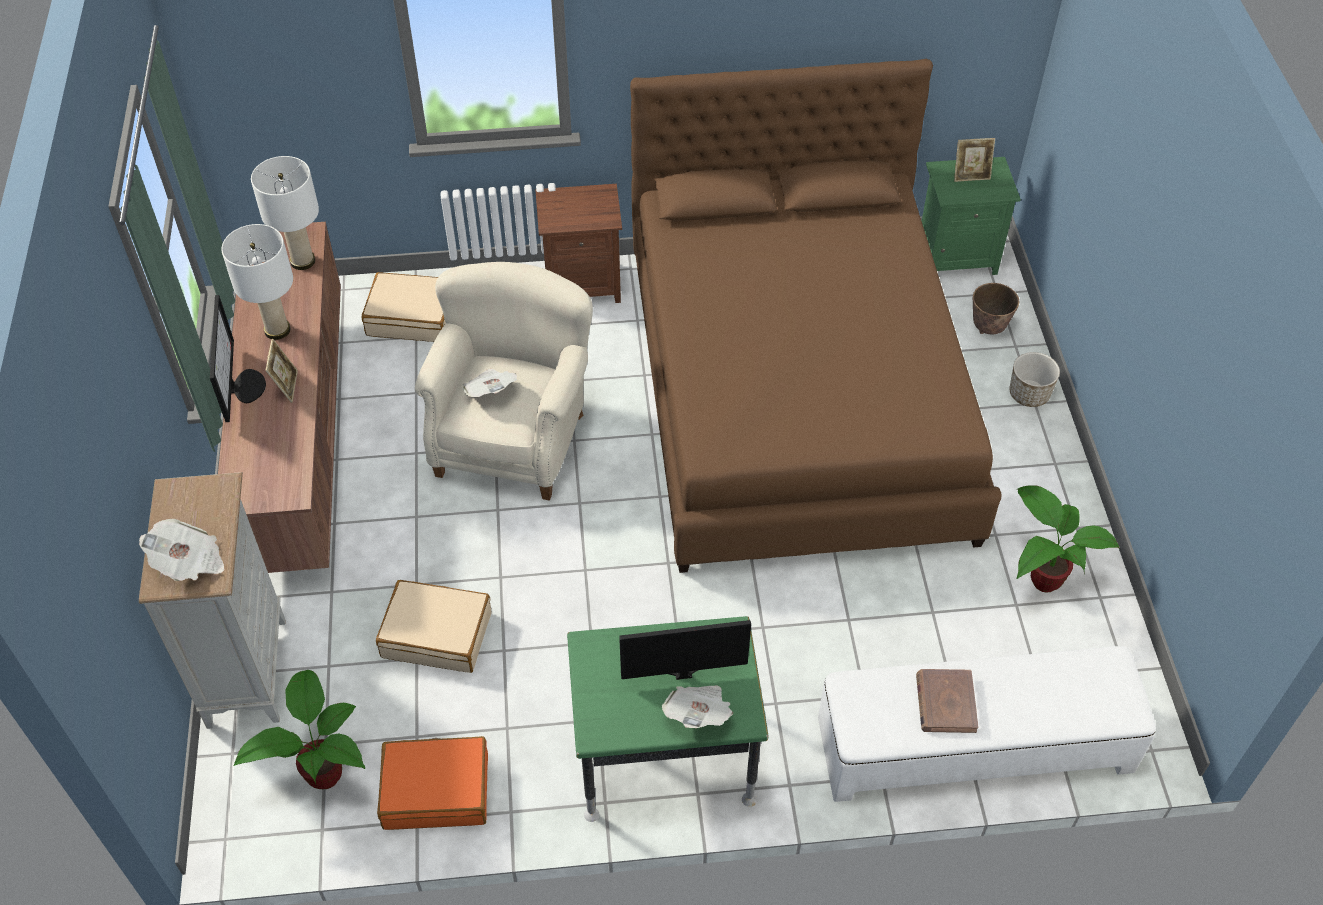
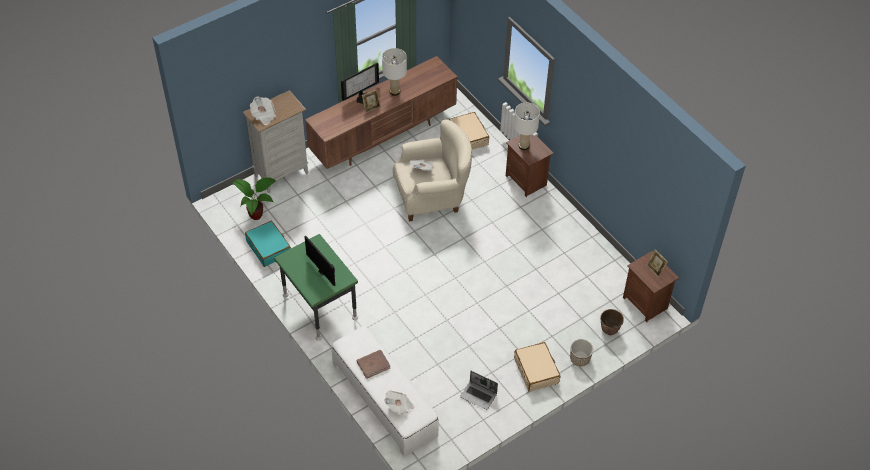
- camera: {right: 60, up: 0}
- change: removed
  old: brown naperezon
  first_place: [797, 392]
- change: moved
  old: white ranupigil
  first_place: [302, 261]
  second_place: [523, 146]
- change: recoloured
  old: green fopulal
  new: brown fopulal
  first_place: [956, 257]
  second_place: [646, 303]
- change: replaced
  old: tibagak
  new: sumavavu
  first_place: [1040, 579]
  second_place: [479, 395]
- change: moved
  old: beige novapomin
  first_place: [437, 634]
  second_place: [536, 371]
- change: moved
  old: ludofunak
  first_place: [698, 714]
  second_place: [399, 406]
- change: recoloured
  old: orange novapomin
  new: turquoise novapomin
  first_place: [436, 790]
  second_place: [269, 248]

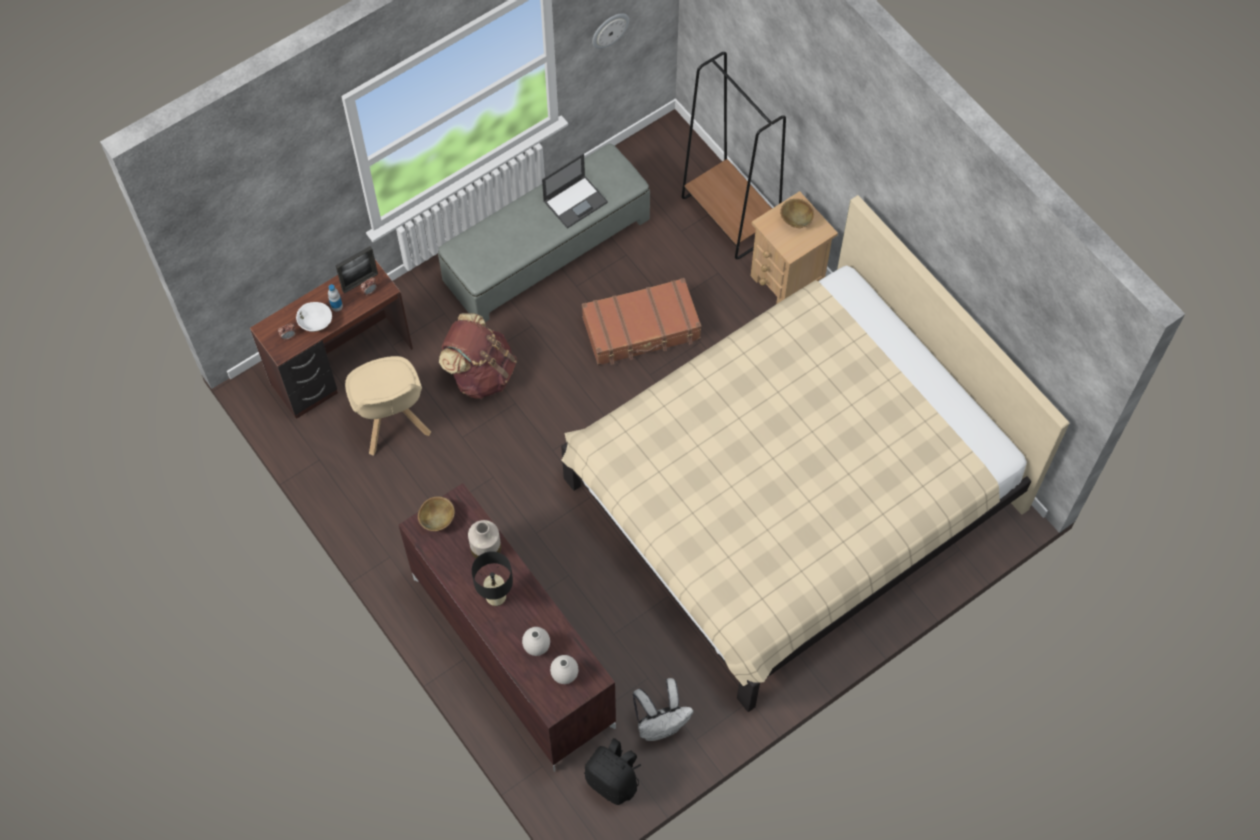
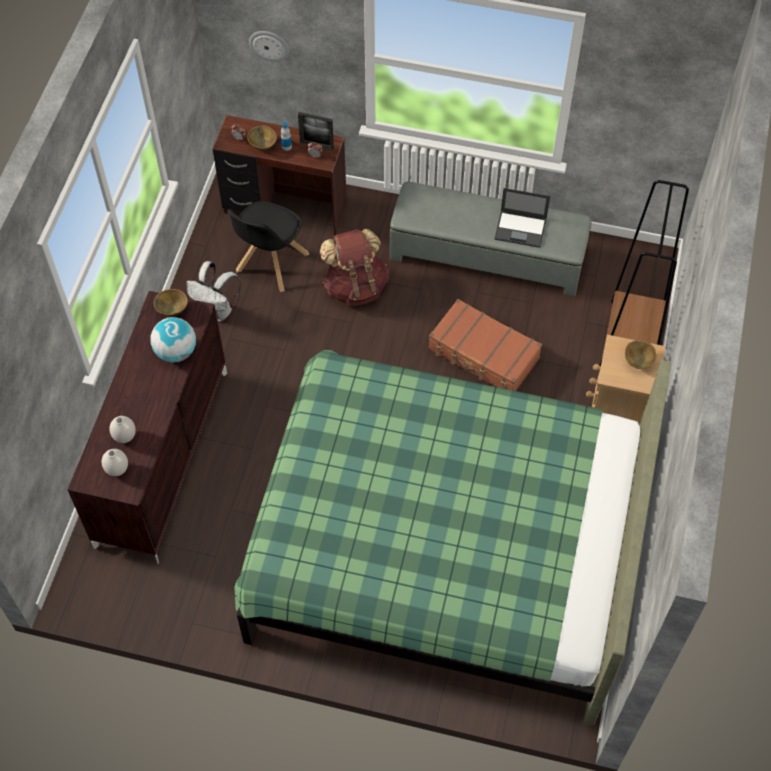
- camera: {right: 50, up: -5}
- change: moved
  old: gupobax
  first_place: [609, 30]
  second_place: [269, 45]
- change: recoloured
  old: beige naperezon
  new: green naperezon
  first_place: [792, 494]
  second_place: [446, 545]
- change: recoloured
  old: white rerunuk
  new: brown rerunuk
  first_place: [316, 323]
  second_place: [263, 145]
- change: recoloured
  old: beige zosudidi
  new: black zosudidi
  first_place: [392, 422]
  second_place: [270, 265]
- change: replaced
  old: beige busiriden
  new: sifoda
  first_place: [485, 547]
  second_place: [176, 352]
- change: removed
  old: black ranupigil
  first_place: [496, 597]
- change: moved
  old: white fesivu
  first_place: [660, 724]
  second_place: [217, 310]
- change: removed
  old: black fesivu
  first_place: [613, 780]

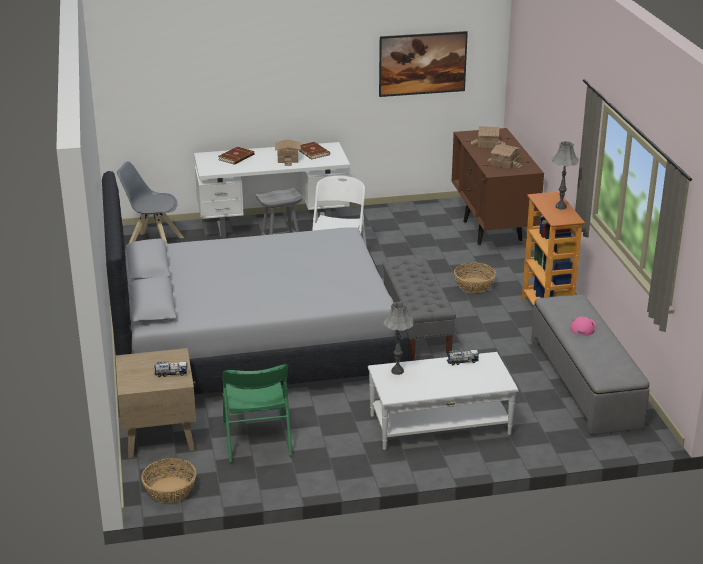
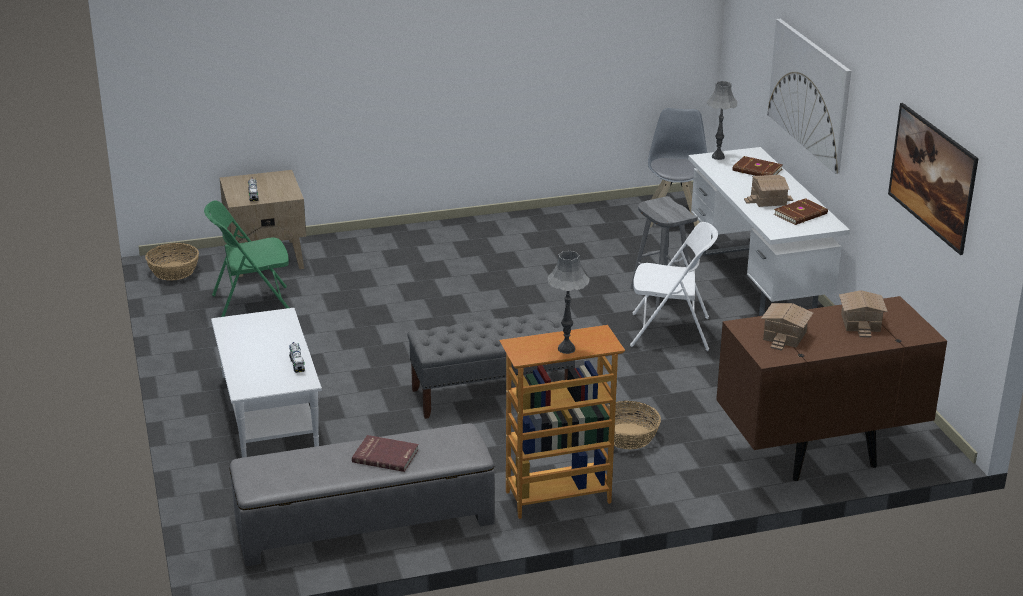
- camera: {right: 85, up: 0}
- change: removed
  old: grey naperezon
  first_place: [254, 346]
- change: moved
  old: grey ranupigil
  first_place: [397, 371]
  second_place: [718, 157]
- change: replaced
  old: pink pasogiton
  new: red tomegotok
  first_place: [583, 327]
  second_place: [385, 455]
- change: added
  new: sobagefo
  second_place: [809, 93]

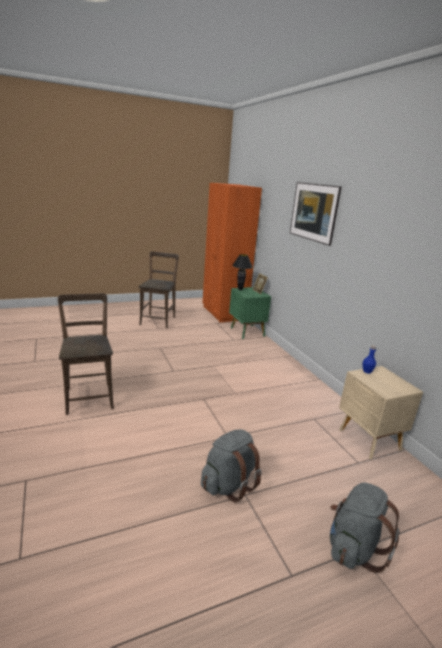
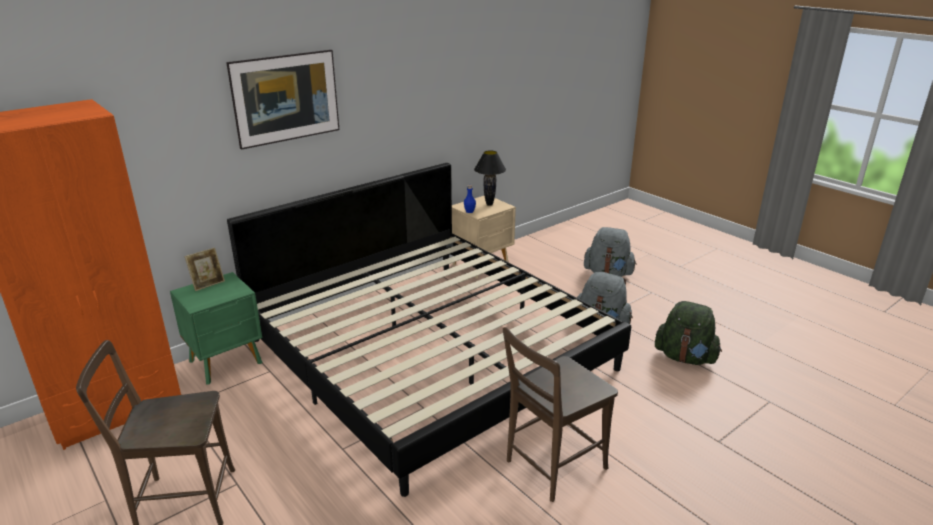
- camera: {right: -105, up: 5}
- change: moved
  old: black ranupigil
  first_place: [240, 289]
  second_place: [489, 204]
- change: added
  new: naperezon
  second_place: [430, 353]
- change: added
  new: green fesivu
  second_place: [685, 357]

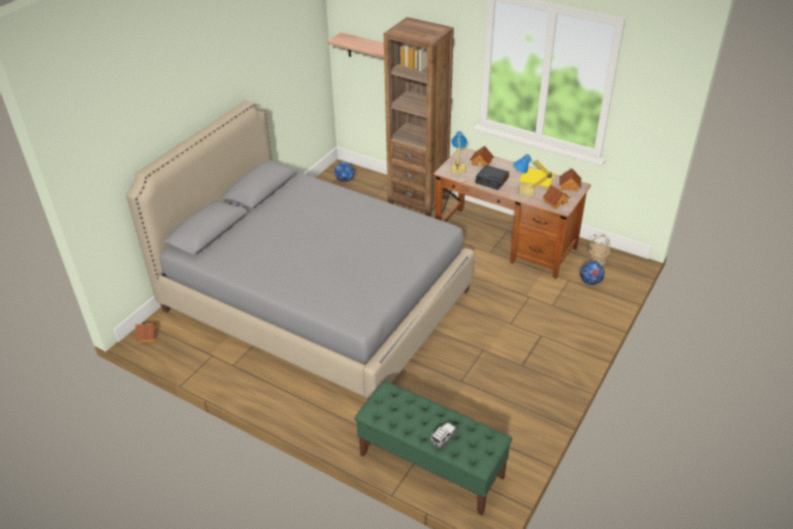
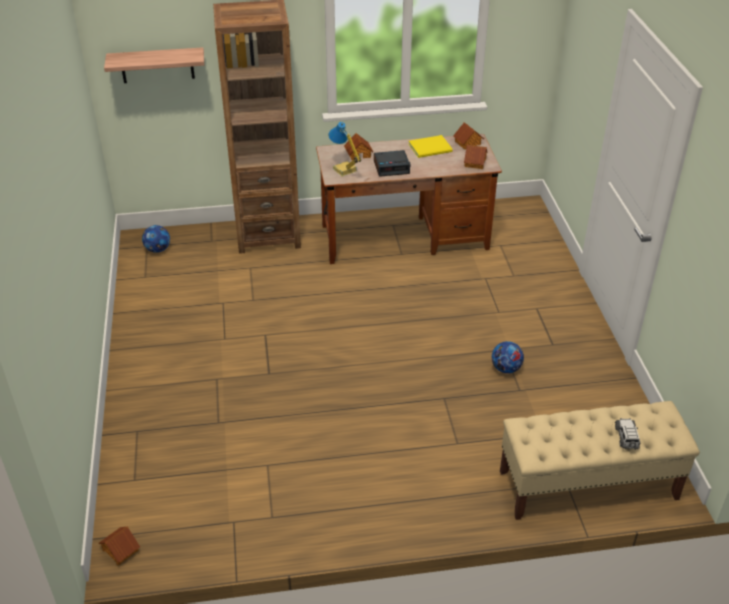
- camera: {right: -40, up: 0}
- change: removed
  old: grey naperezon
  first_place: [316, 300]
- change: removed
  old: ranupigil
  first_place: [526, 192]
- change: removed
  old: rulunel
  first_place: [597, 260]
- change: moved
  old: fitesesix
  first_place: [590, 282]
  second_place: [506, 368]
- change: recoloured
  old: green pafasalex
  new: beige pafasalex
  first_place: [430, 465]
  second_place: [587, 485]

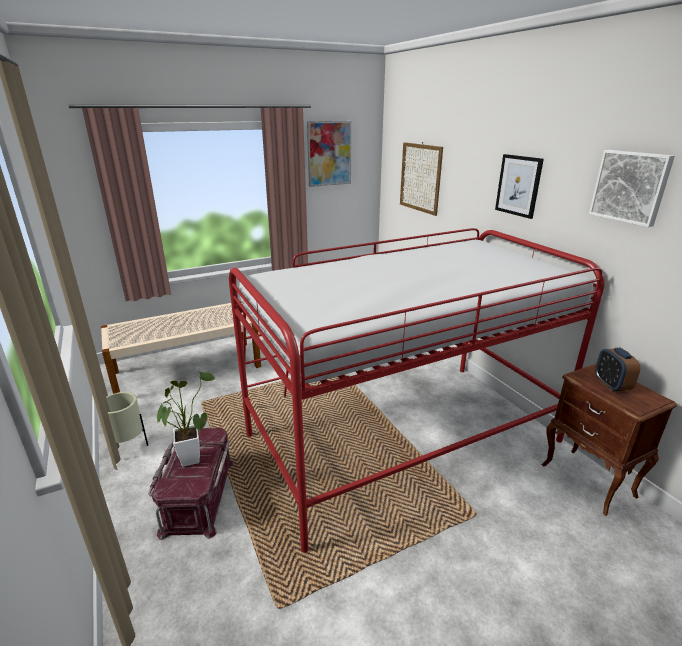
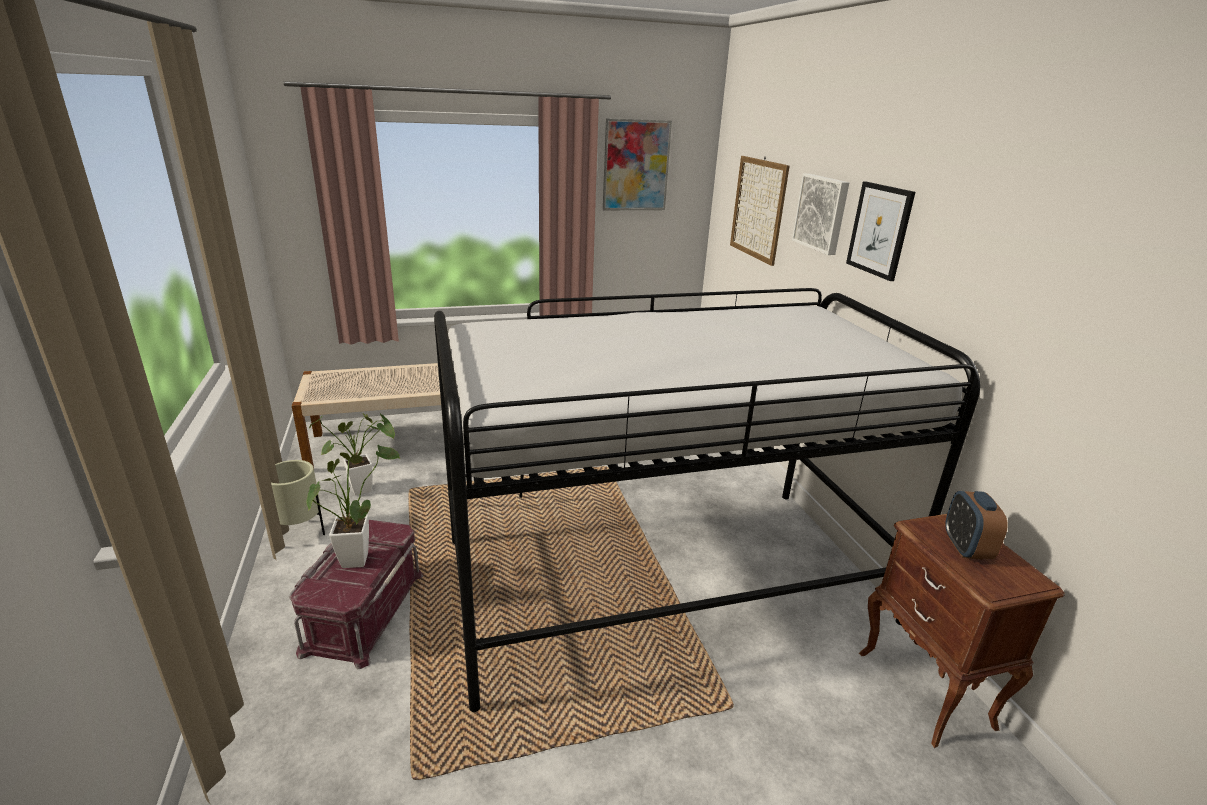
- camera: {right: 10, up: 0}
- change: moved
  old: sobagefo
  first_place: [630, 187]
  second_place: [822, 213]
- change: recoloured
  old: red naperezon
  new: black naperezon
  first_place: [398, 437]
  second_place: [657, 577]
- change: added
  new: tibagak
  second_place: [367, 488]

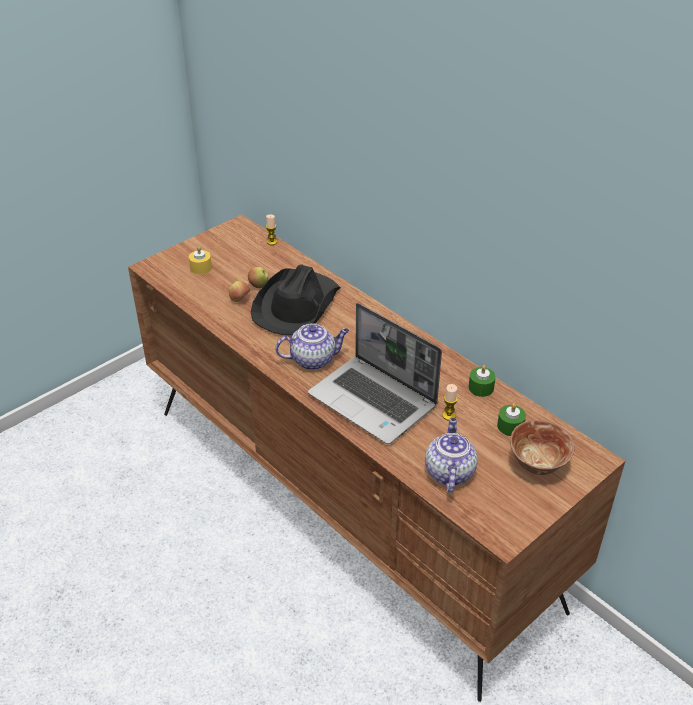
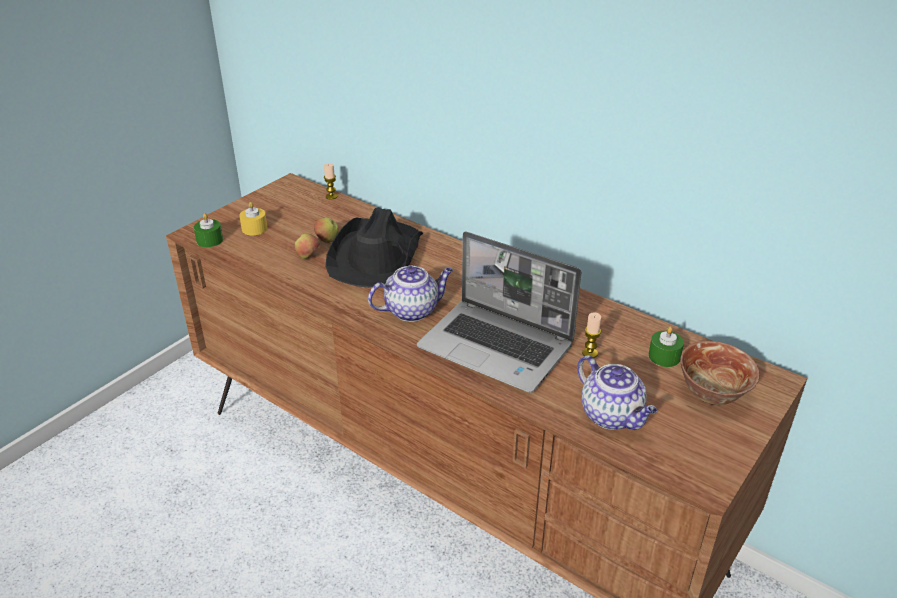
- camera: {right: -10, up: -5}
- change: moved
  old: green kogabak
  first_place: [481, 388]
  second_place: [210, 240]
- change: turned
  old: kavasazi
  first_place: [449, 472]
  second_place: [612, 416]
  degrees: 150

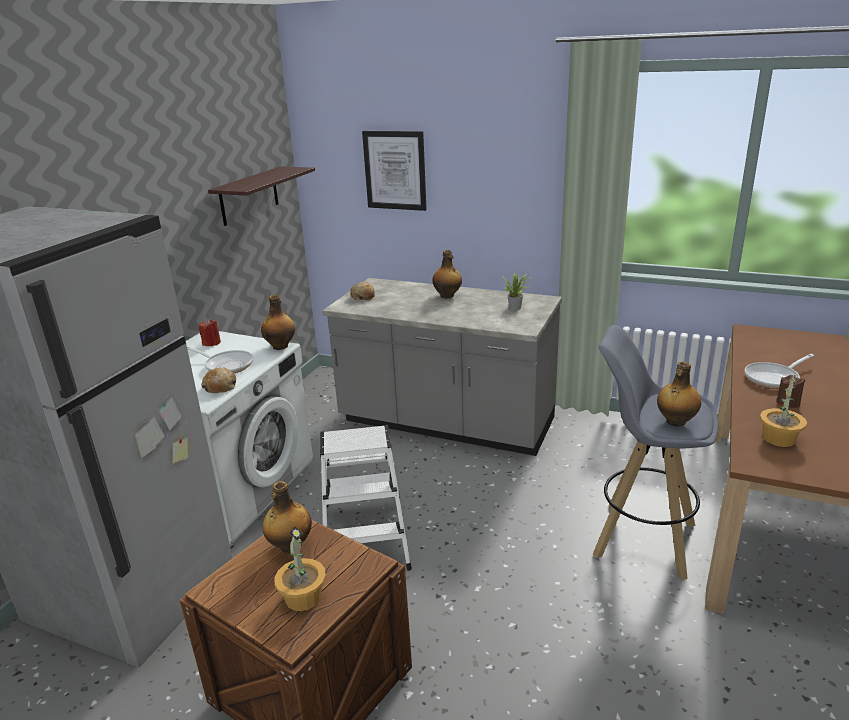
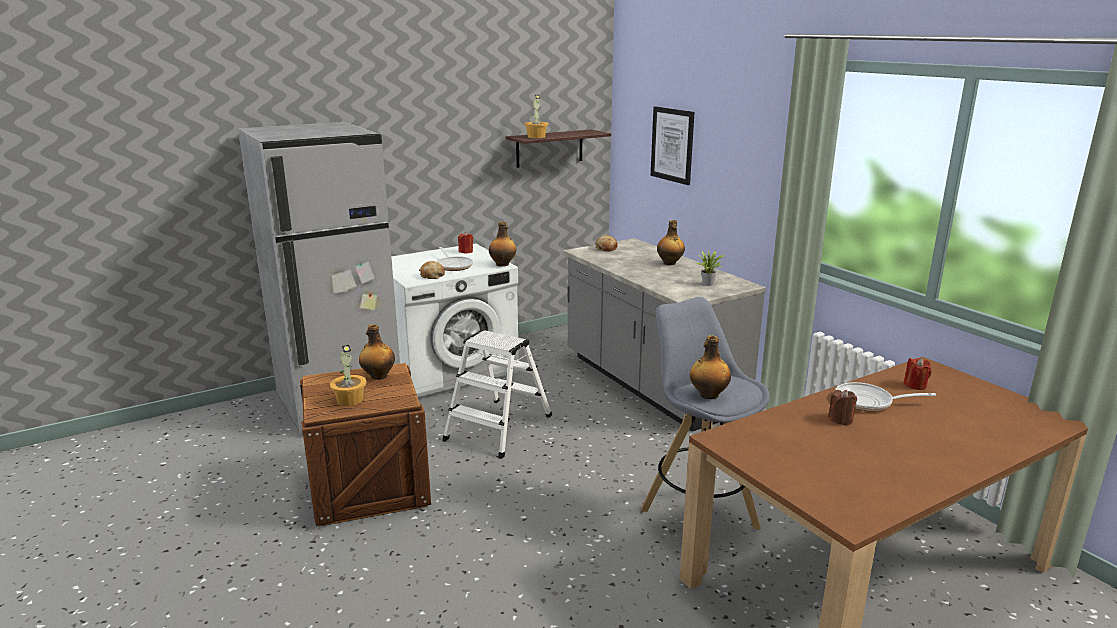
- camera: {right: 35, up: -5}
- change: moved
  old: tibagak
  first_place: [778, 438]
  second_place: [536, 137]
- change: added
  new: red kogabak
  second_place: [915, 385]

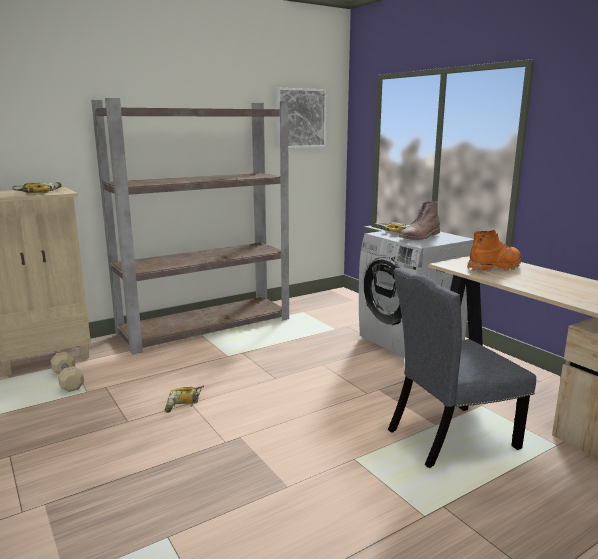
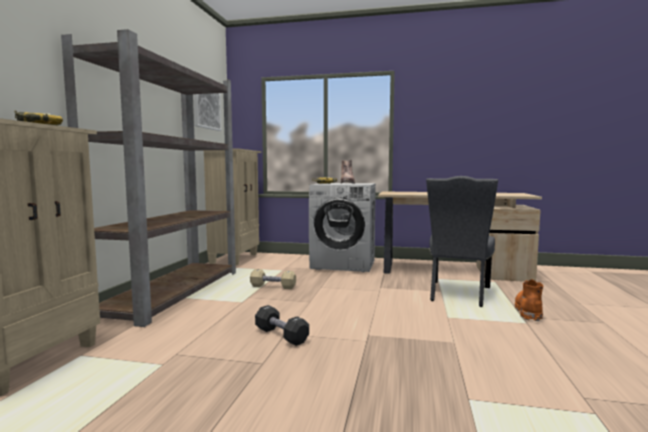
- camera: {right: -45, up: -10}
- change: moved
  old: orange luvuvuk
  first_place: [494, 267]
  second_place: [529, 312]
- change: moved
  old: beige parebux
  first_place: [68, 380]
  second_place: [273, 287]
- change: replaced
  old: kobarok
  new: black parebux
  first_place: [184, 403]
  second_place: [281, 335]
- change: added
  new: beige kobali
  second_place: [235, 259]

